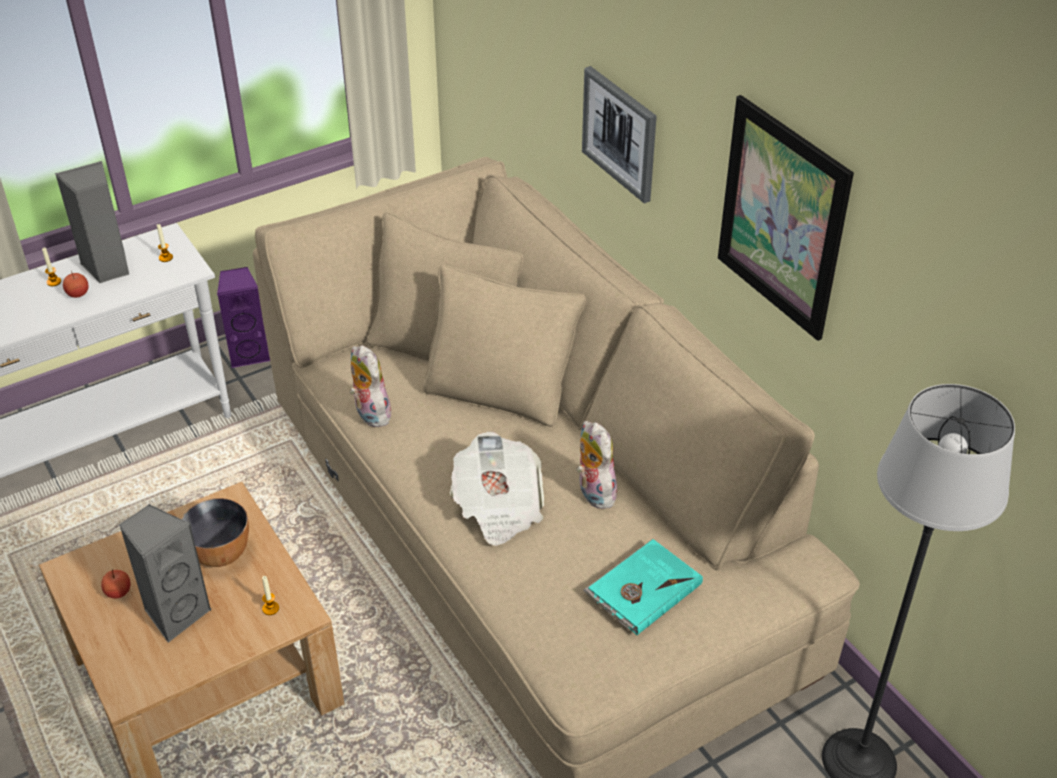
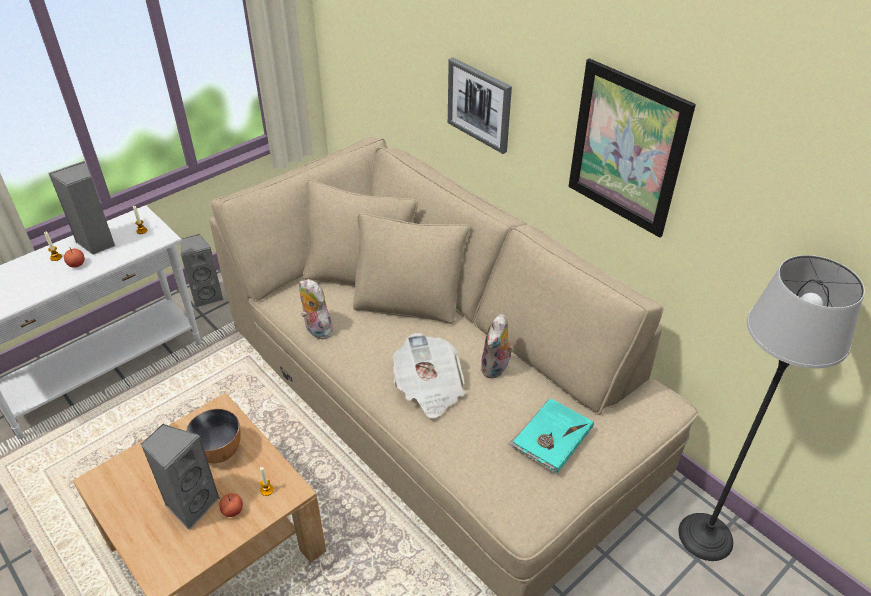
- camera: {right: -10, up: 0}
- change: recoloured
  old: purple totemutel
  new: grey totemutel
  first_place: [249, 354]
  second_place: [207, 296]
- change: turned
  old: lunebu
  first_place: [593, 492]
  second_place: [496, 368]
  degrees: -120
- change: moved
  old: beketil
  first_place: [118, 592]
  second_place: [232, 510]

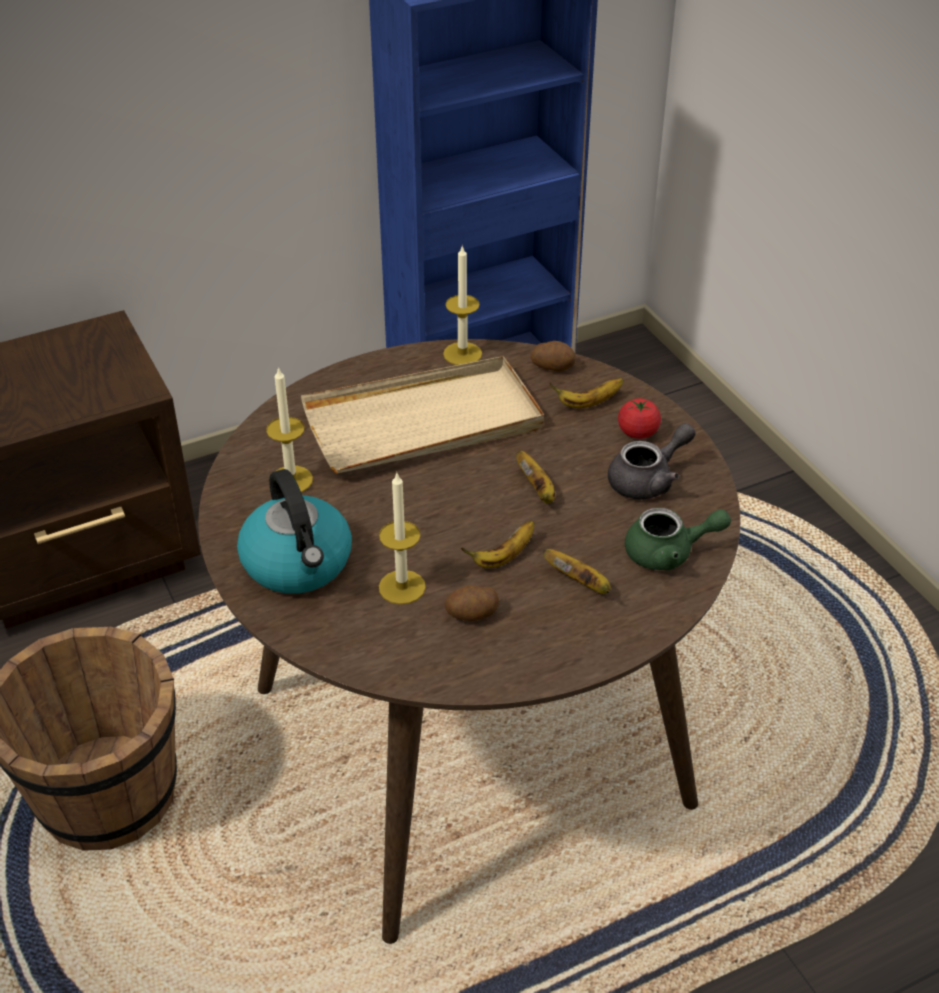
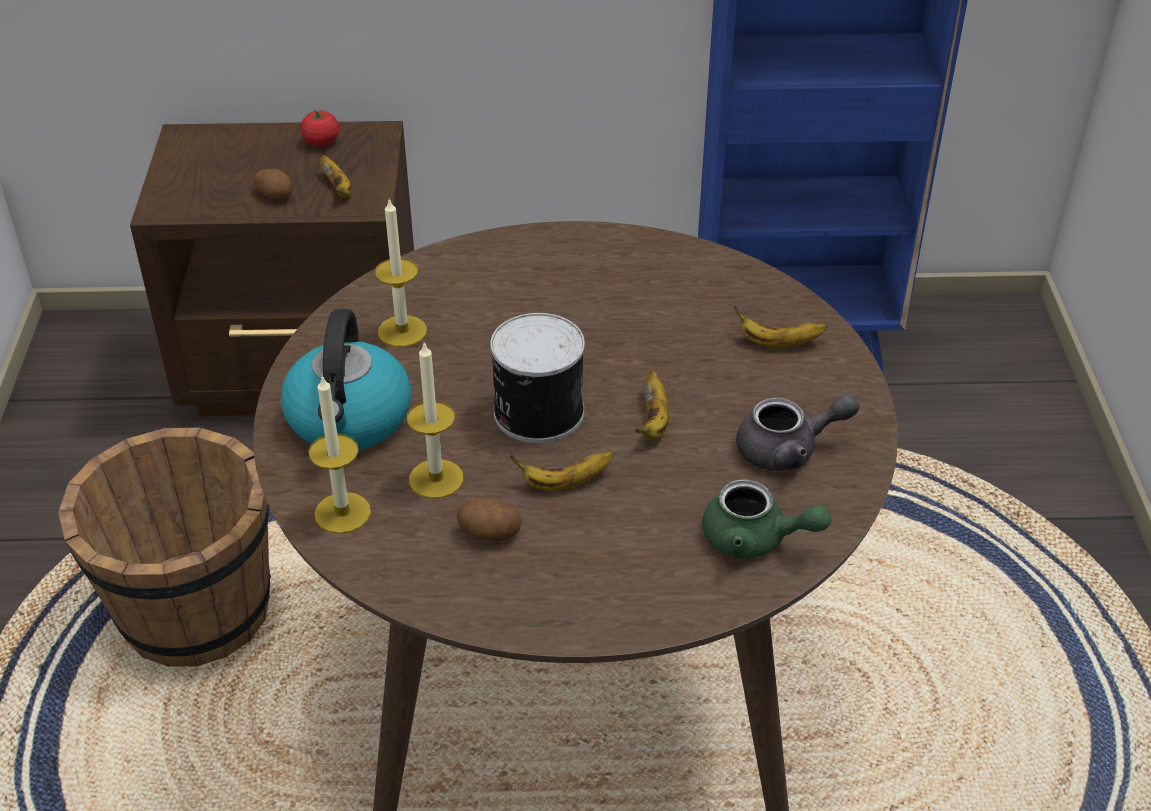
- camera: {right: 25, up: 0}
- change: moved
  old: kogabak
  first_place: [462, 354]
  second_place: [342, 513]
- change: moved
  old: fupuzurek
  first_place: [553, 366]
  second_place: [276, 194]
- change: removed
  old: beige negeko
  first_place: [424, 423]
- change: moved
  old: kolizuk
  first_place: [638, 432]
  second_place: [321, 142]
- change: moved
  old: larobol
  first_place: [580, 583]
  second_place: [338, 188]
- change: added
  new: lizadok
  second_place: [536, 412]

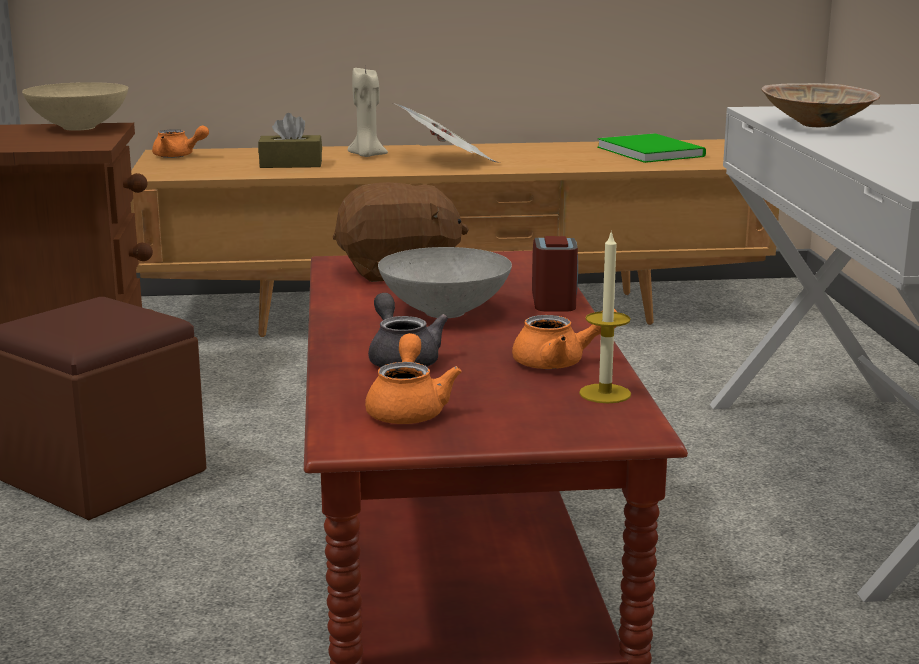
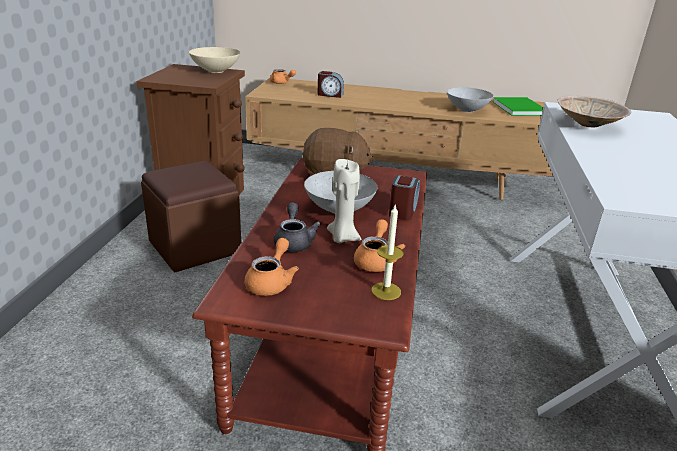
- camera: {right: 15, up: 10}
- change: moved
  old: beige kogabak
  first_place: [367, 156]
  second_place: [342, 238]
- change: removed
  old: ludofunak
  first_place: [447, 161]
- change: replaced
  old: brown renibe
  new: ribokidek
  first_place: [291, 164]
  second_place: [330, 95]
- change: turned
  old: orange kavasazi
  first_place: [559, 362]
  second_place: [376, 260]
  degrees: -90
- change: added
  new: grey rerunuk
  second_place: [466, 110]

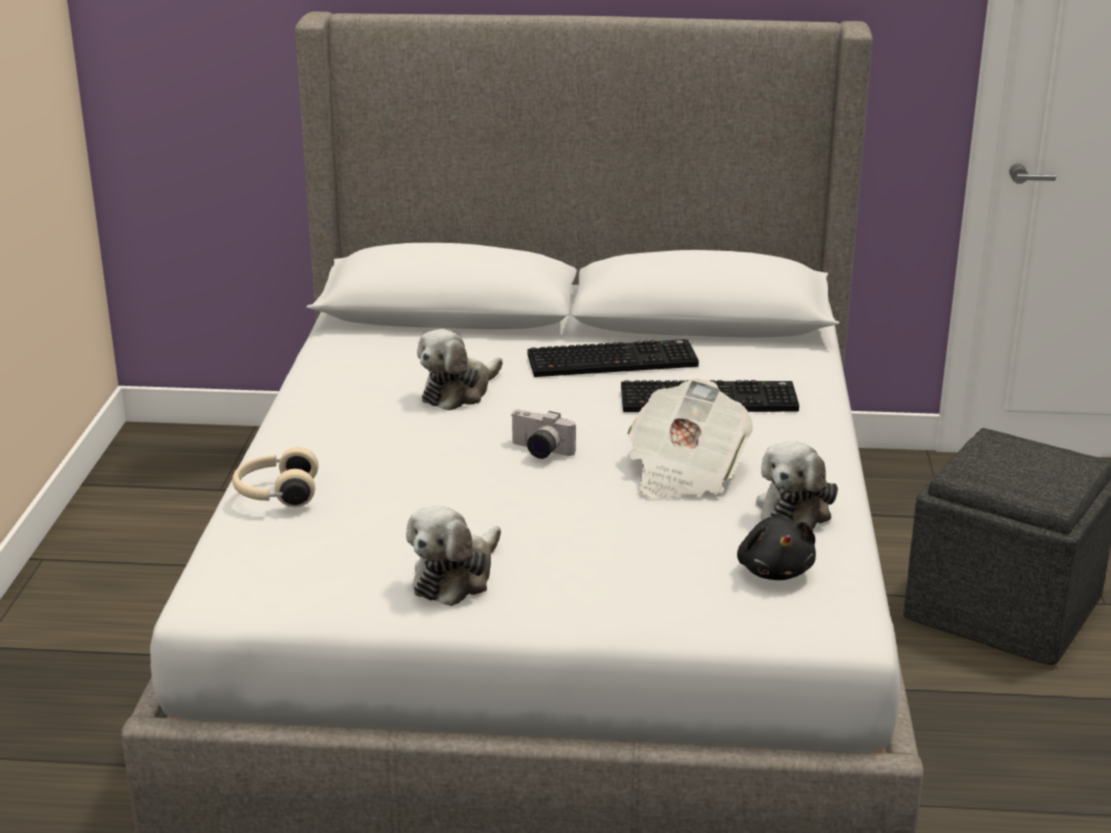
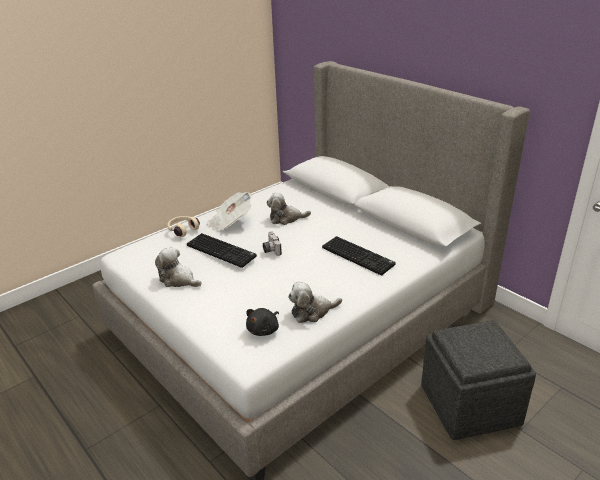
- camera: {right: 45, up: 5}
- change: moved
  old: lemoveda
  first_place: [613, 360]
  second_place: [222, 251]
- change: moved
  old: ludofunak
  first_place: [684, 472]
  second_place: [230, 222]
- change: turned
  old: lunebu
  first_place: [456, 577]
  second_place: [178, 280]
  degrees: 45

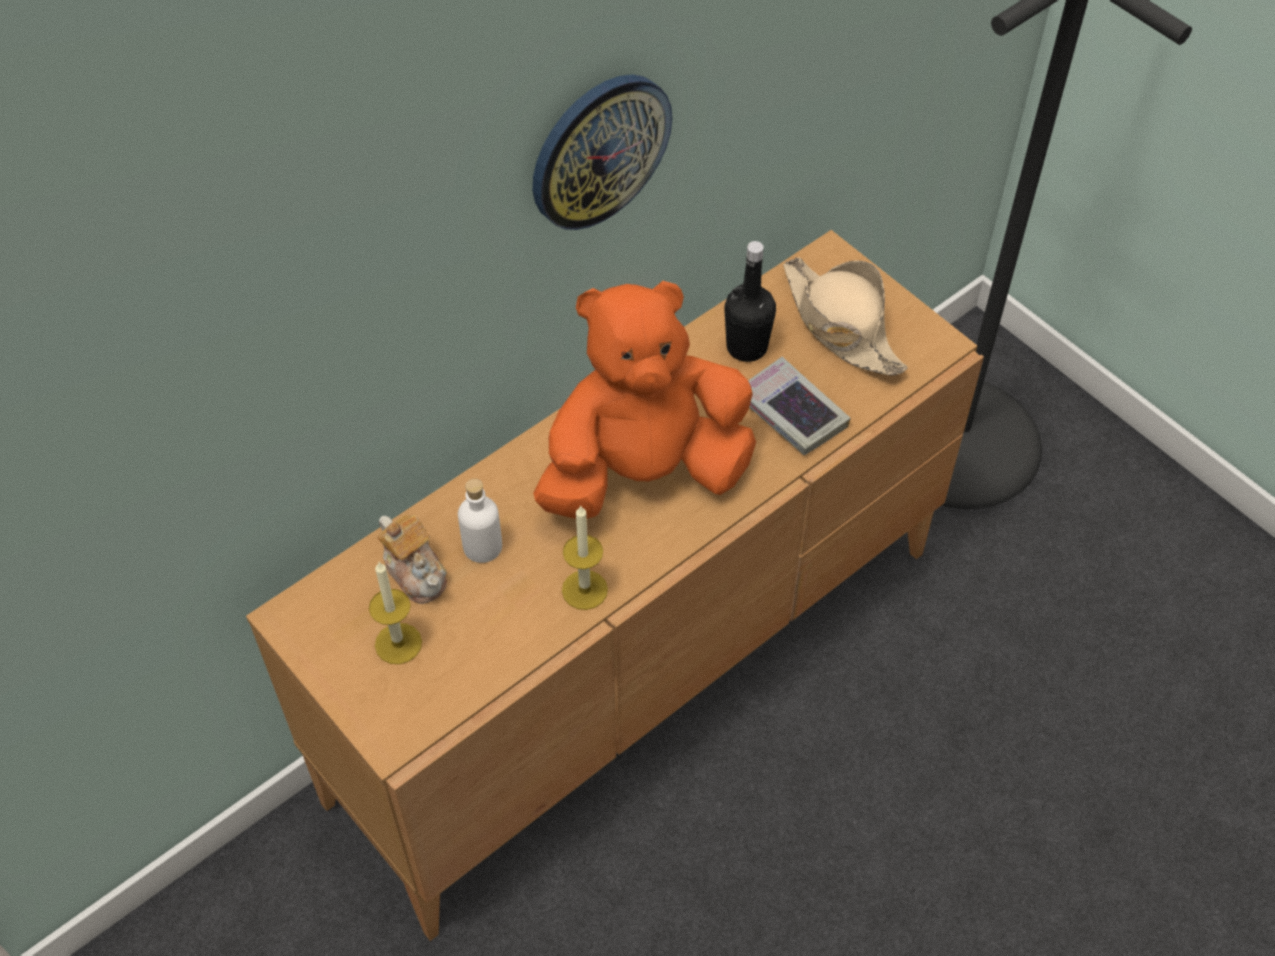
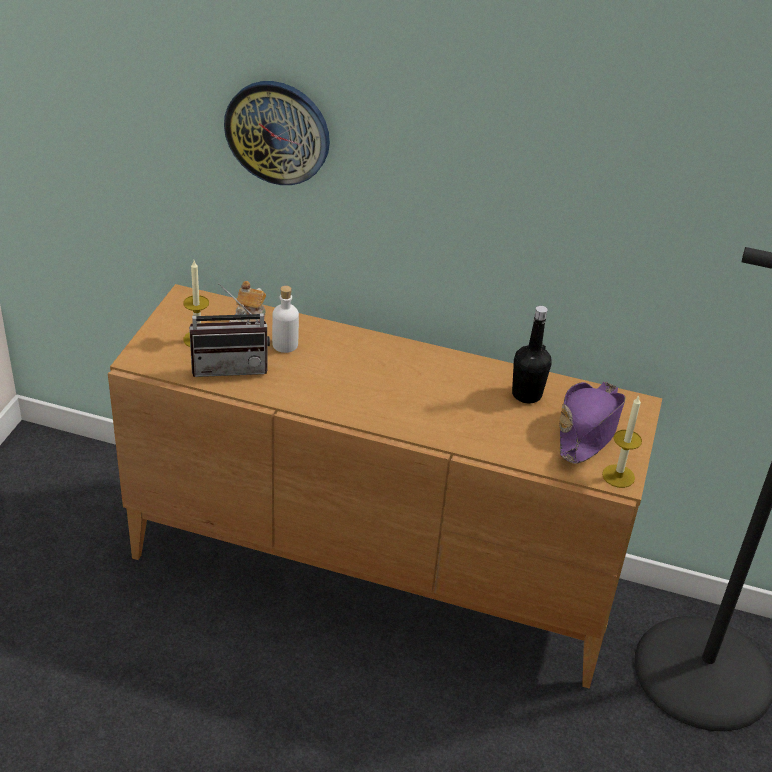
- camera: {right: 55, up: -15}
- change: moved
  old: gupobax
  first_place: [599, 150]
  second_place: [278, 132]
- change: recoloured
  old: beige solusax
  new: purple solusax
  first_place: [840, 324]
  second_place: [588, 429]
- change: removed
  old: orange lunebu
  first_place: [644, 472]
- change: removed
  old: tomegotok
  first_place: [791, 412]
- change: moved
  old: kogabak
  first_place: [584, 590]
  second_place: [618, 476]
- change: added
  new: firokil
  second_place: [230, 366]

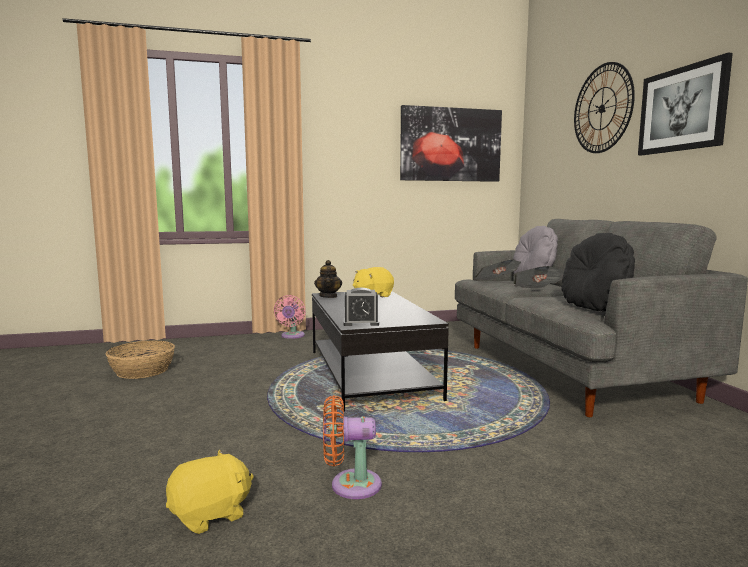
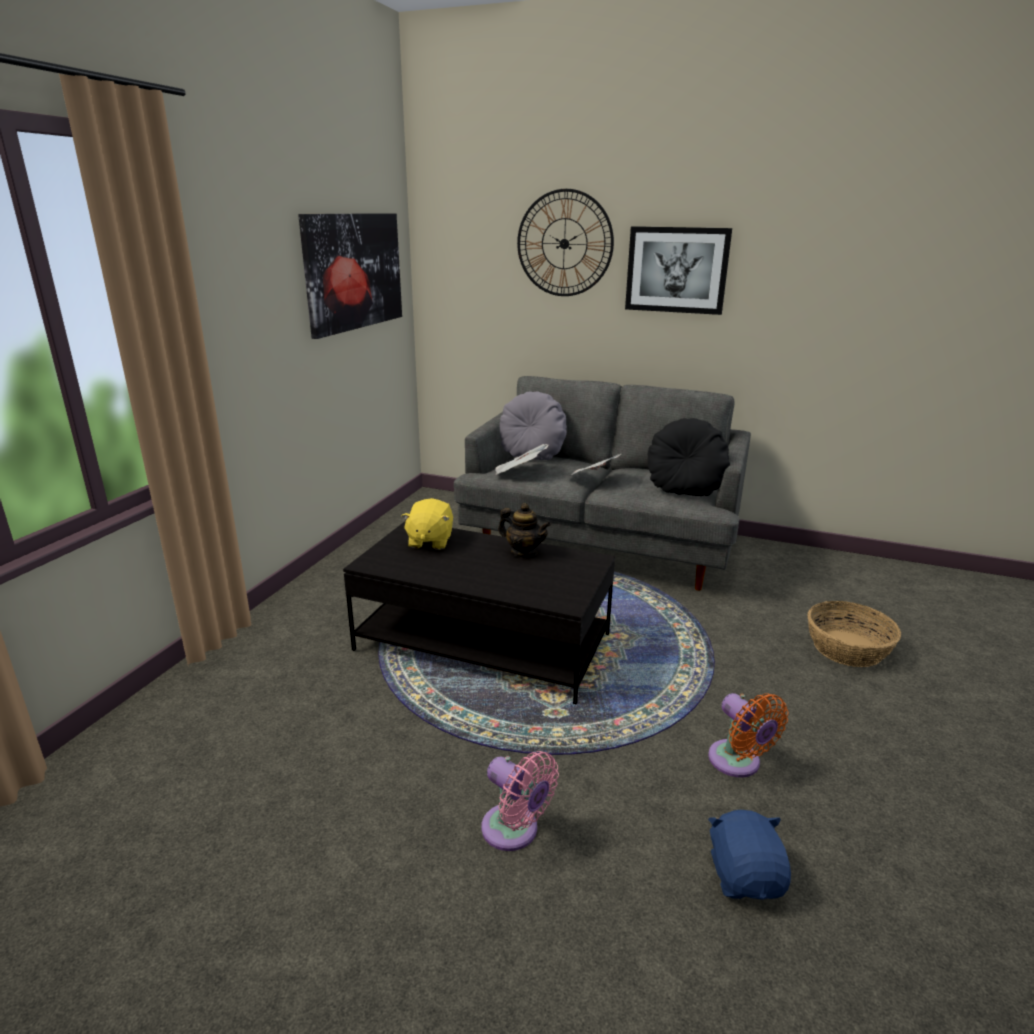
- camera: {right: -55, up: 15}
- change: moved
  old: kavasazi
  first_place: [328, 296]
  second_place: [523, 552]
- change: removed
  old: ribokidek
  first_place: [361, 322]
- change: moved
  old: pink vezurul
  first_place: [292, 336]
  second_place: [514, 831]
- change: moved
  old: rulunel
  first_place: [142, 371]
  second_place: [847, 649]
- change: turned
  old: orange vezurul
  first_place: [350, 485]
  second_place: [738, 763]
  degrees: -60
- change: recoloured
  old: yellow lunebu
  new: blue lunebu
  first_place: [211, 515]
  second_place: [745, 876]

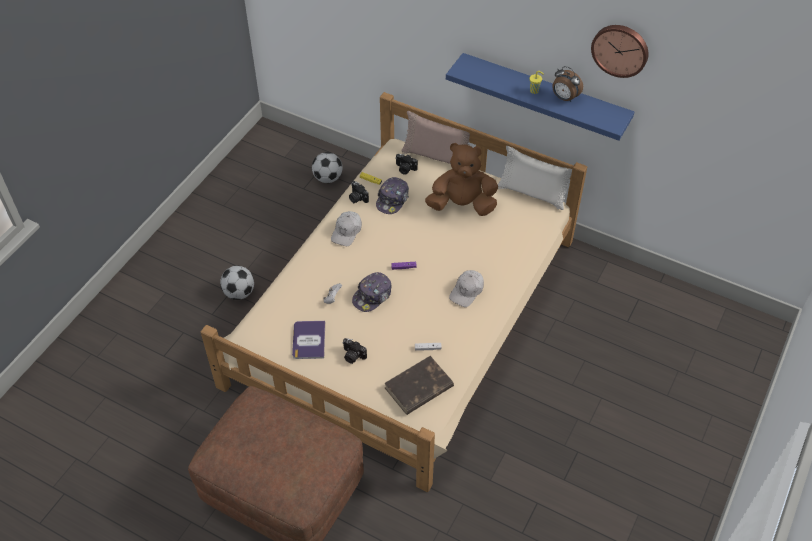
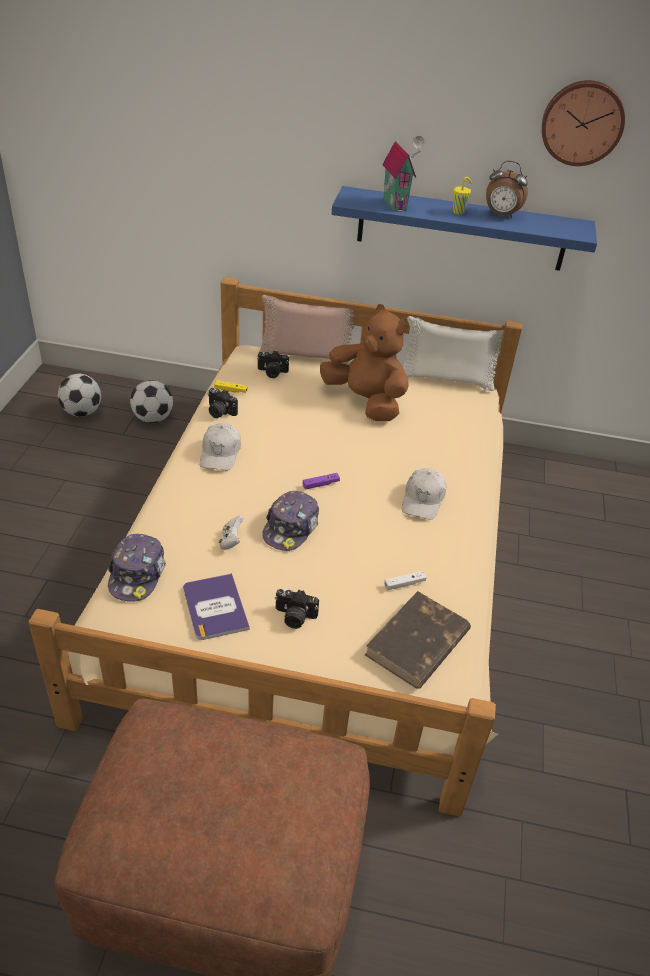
- camera: {right: -20, up: -10}
- change: turned
  old: brown lunebu
  first_place: [462, 205]
  second_place: [365, 401]
  degrees: 60
- change: moved
  old: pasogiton
  first_place: [392, 200]
  second_place: [137, 574]
- change: moved
  old: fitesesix
  first_place: [239, 293]
  second_place: [82, 412]
- change: added
  new: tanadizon
  second_place: [397, 204]

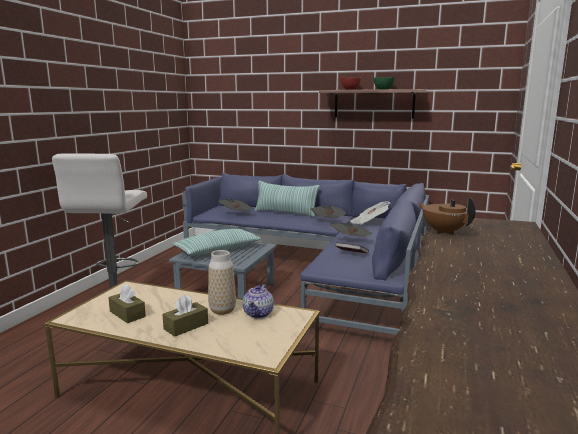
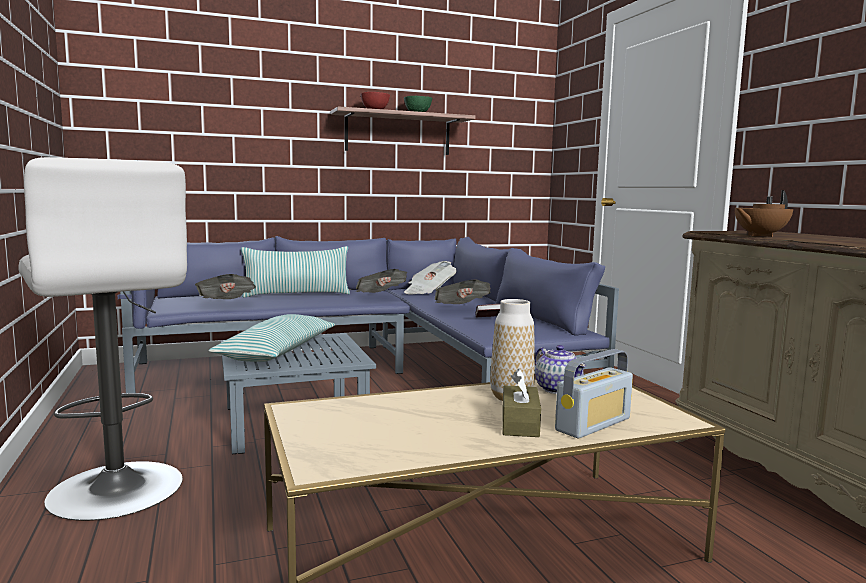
- camera: {right: -40, up: -5}
- change: turned
  old: brown kavasazi
  first_place: [443, 232]
  second_place: [759, 236]
  degrees: -45
- change: removed
  old: brown renibe
  first_place: [127, 314]
- change: added
  new: firokil
  second_place: [593, 424]

